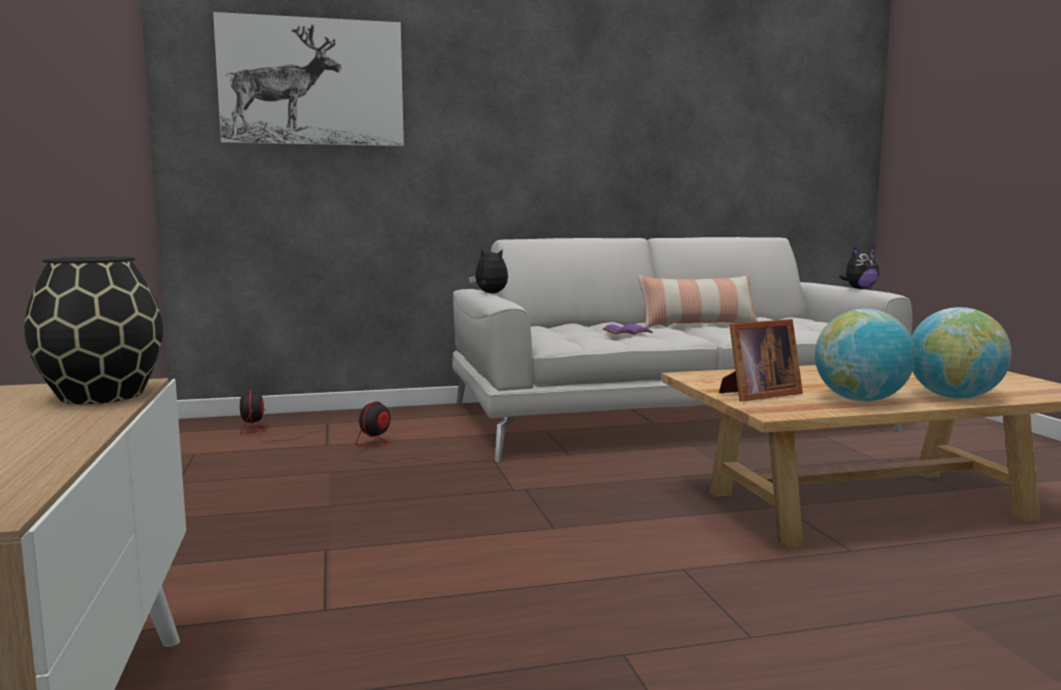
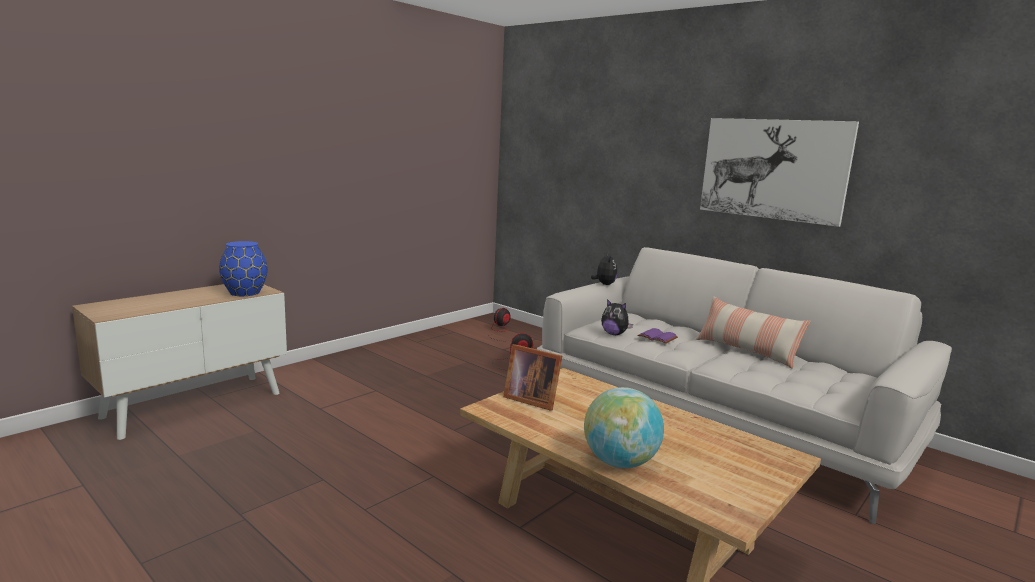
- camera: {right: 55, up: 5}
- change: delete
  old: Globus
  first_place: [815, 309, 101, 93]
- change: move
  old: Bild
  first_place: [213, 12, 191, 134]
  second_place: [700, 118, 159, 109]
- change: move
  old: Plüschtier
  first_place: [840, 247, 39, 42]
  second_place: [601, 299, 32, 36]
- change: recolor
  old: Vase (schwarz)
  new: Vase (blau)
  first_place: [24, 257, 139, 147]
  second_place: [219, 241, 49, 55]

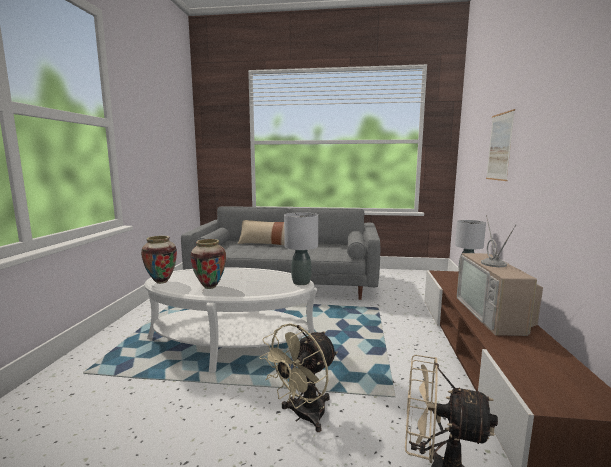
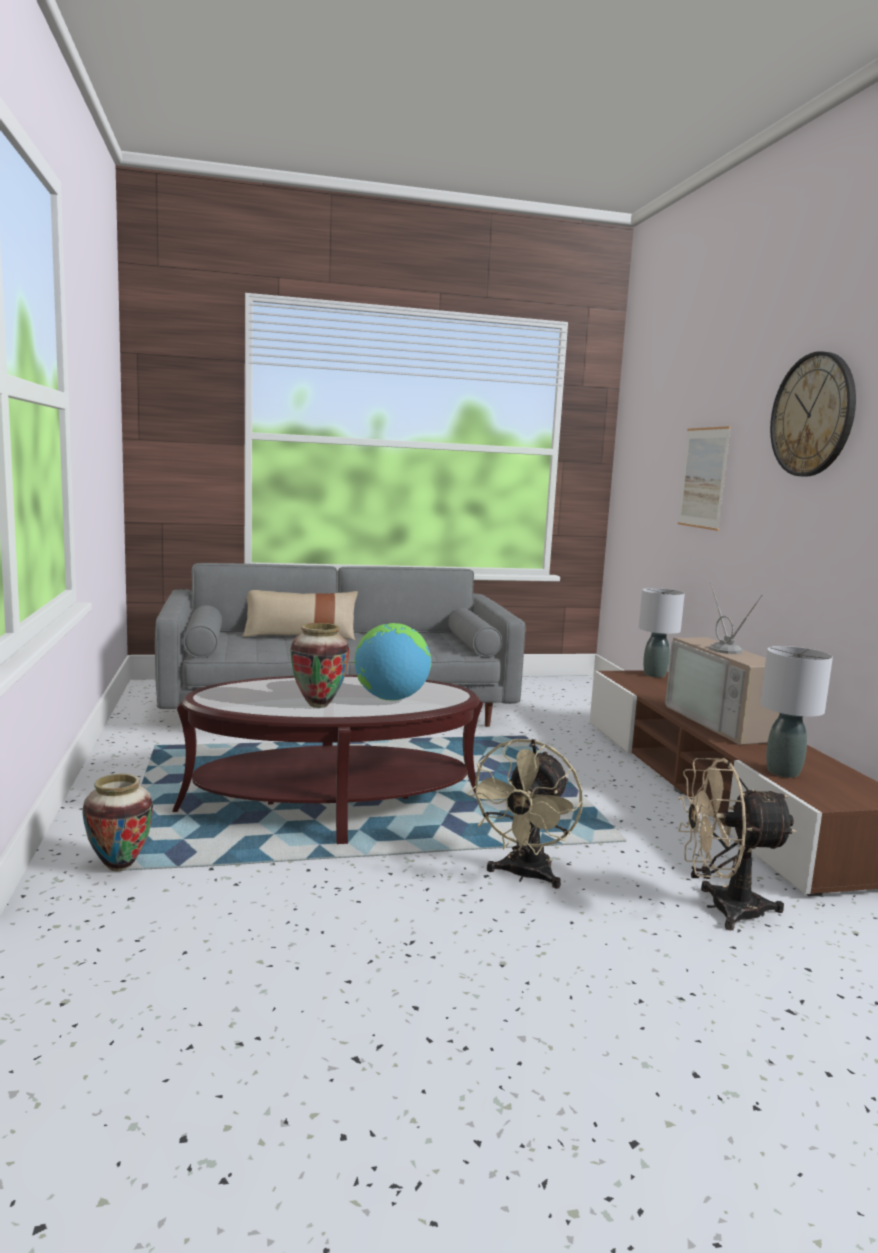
- camera: {right: -20, up: 0}
- change: insert
  new: Globus
  second_place: [354, 623, 77, 78]
- change: insert
  new: Wanduhr
  second_place: [770, 351, 86, 126]
- change: move
  old: Vase
  first_place: [141, 236, 36, 48]
  second_place: [83, 774, 70, 97]
- change: move
  old: Tischlampe (grau)
  first_place: [284, 212, 34, 73]
  second_place: [760, 646, 73, 132]
- change: recolor
  old: Couchtisch (weiß)
  new: Couchtisch (braun)
  first_place: [144, 267, 173, 106]
  second_place: [172, 675, 311, 169]

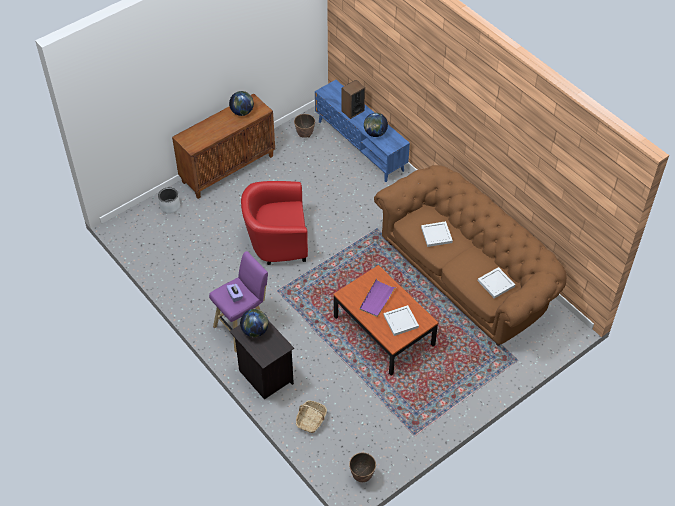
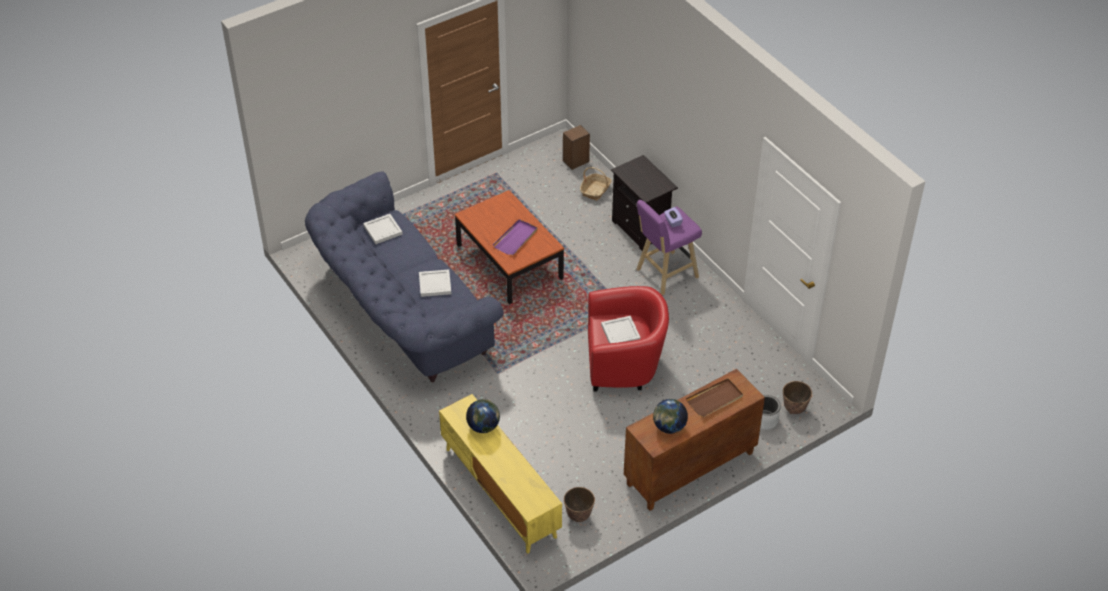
- camera: {right: -175, up: -5}
- change: delete
  old: Globus
  first_place: [240, 309, 29, 29]
- change: insert
  new: Tablett (braun)
  second_place: [686, 378, 57, 39]
- change: move
  old: Lautsprecher
  first_place: [342, 80, 23, 39]
  second_place: [563, 125, 27, 45]
- change: move
  old: Pflanzkübel
  first_place: [349, 453, 27, 29]
  second_place: [783, 381, 29, 33]
- change: move
  old: Tablett (weiß)
  first_place: [383, 305, 36, 31]
  second_place: [601, 316, 40, 27]
- change: recolor
  old: Fernsehschrank (blau)
  new: Fernsehschrank (gelb)
  first_place: [315, 80, 95, 102]
  second_place: [439, 394, 123, 160]
- change: recolor
  old: Sofa (braun)
  new: Sofa (blau)
  first_place: [374, 165, 193, 181]
  second_place: [305, 172, 199, 210]

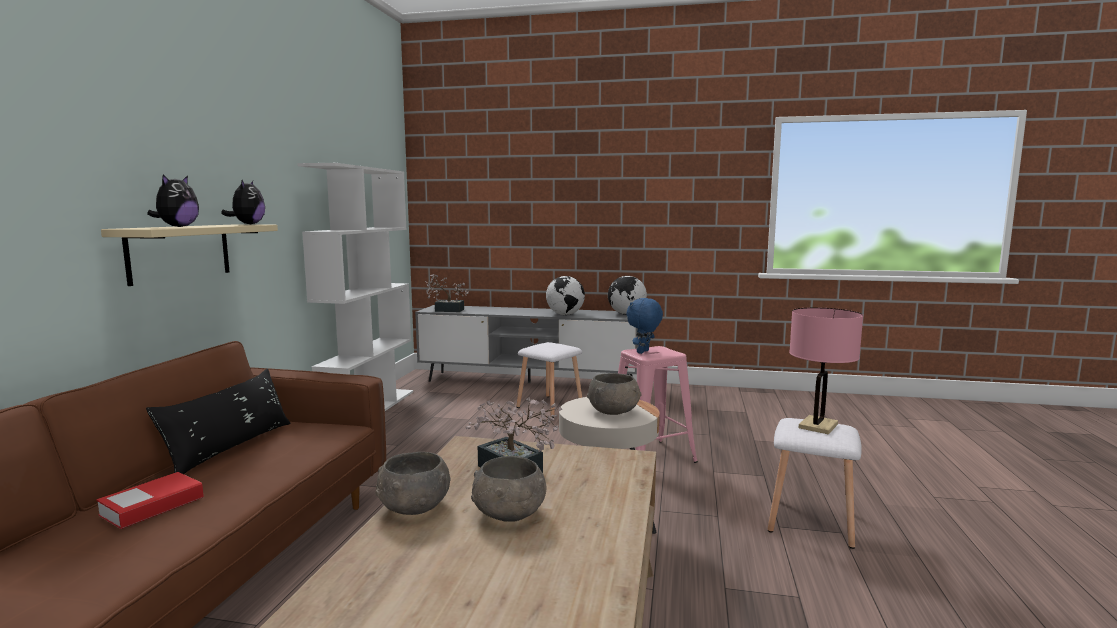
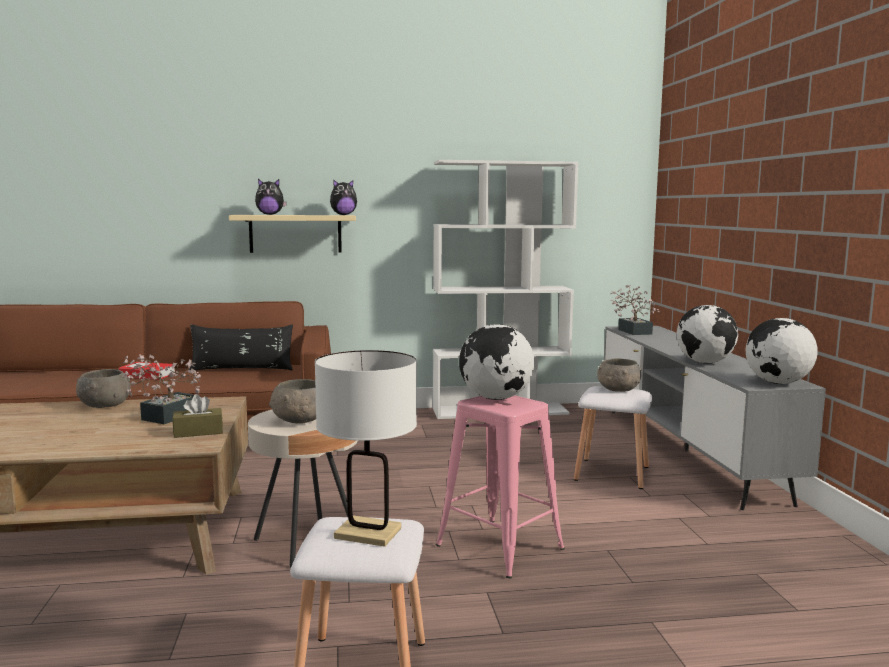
- camera: {right: 70, up: 0}
- change: insert
  new: Taschentuchbox (braun)
  second_place: [172, 394, 51, 44]
- change: move
  old: Schüssel (grau)
  first_place: [471, 456, 75, 66]
  second_place: [597, 359, 45, 33]
- change: replace
  old: Plüschtier (blau)
  new: Globus
  first_place: [627, 298, 36, 56]
  second_place: [459, 324, 75, 76]
- change: recolor
  old: Tischlampe (rosa)
  new: Tischlampe (weiß)
  first_place: [789, 307, 74, 128]
  second_place: [315, 350, 102, 197]

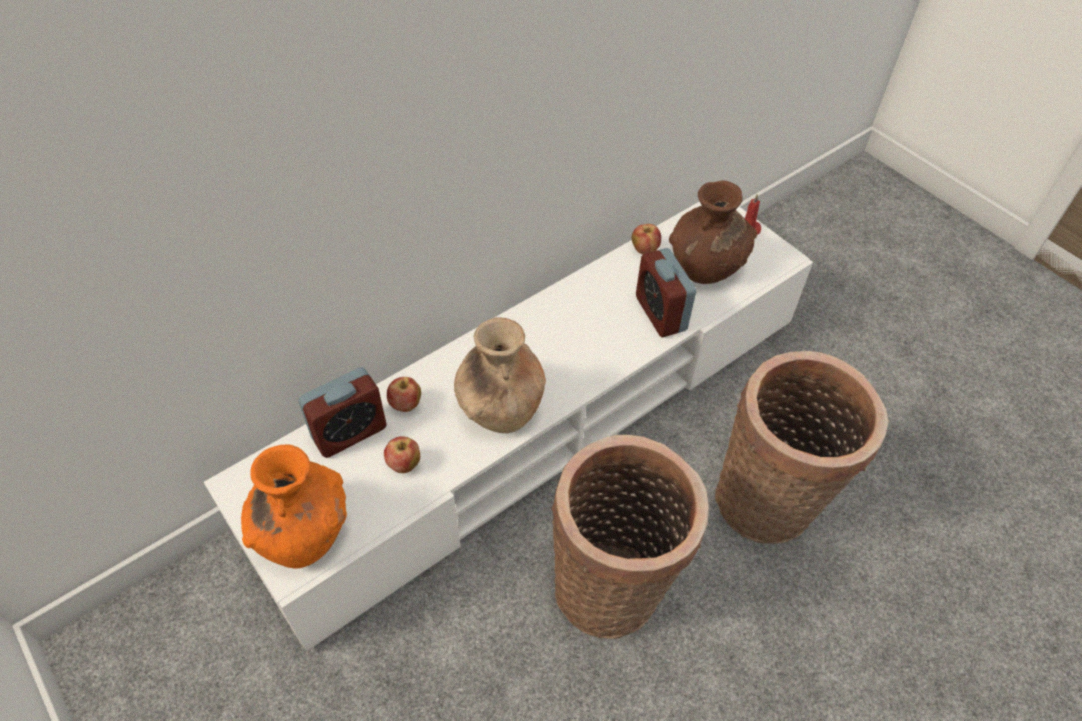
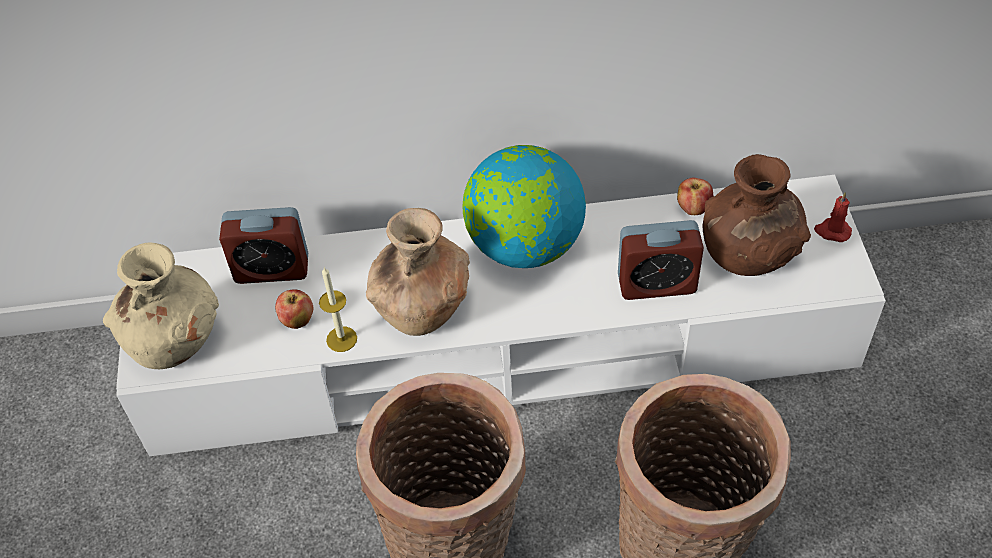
- camera: {right: 35, up: 0}
- change: delete
  old: Apfel
  first_place: [387, 377, 34, 35]
- change: insert
  new: Kerze
  second_place: [319, 267, 38, 85]
- change: insert
  new: Globus
  second_place: [463, 145, 123, 123]
- change: recolor
  old: Vase (orange)
  new: Vase (beige)
  first_place: [241, 444, 106, 125]
  second_place: [103, 243, 116, 126]
- change: rotate
  old: Wecker
  first_place: [636, 248, 60, 89]
  second_place: [618, 220, 86, 80]
  degrees: -105

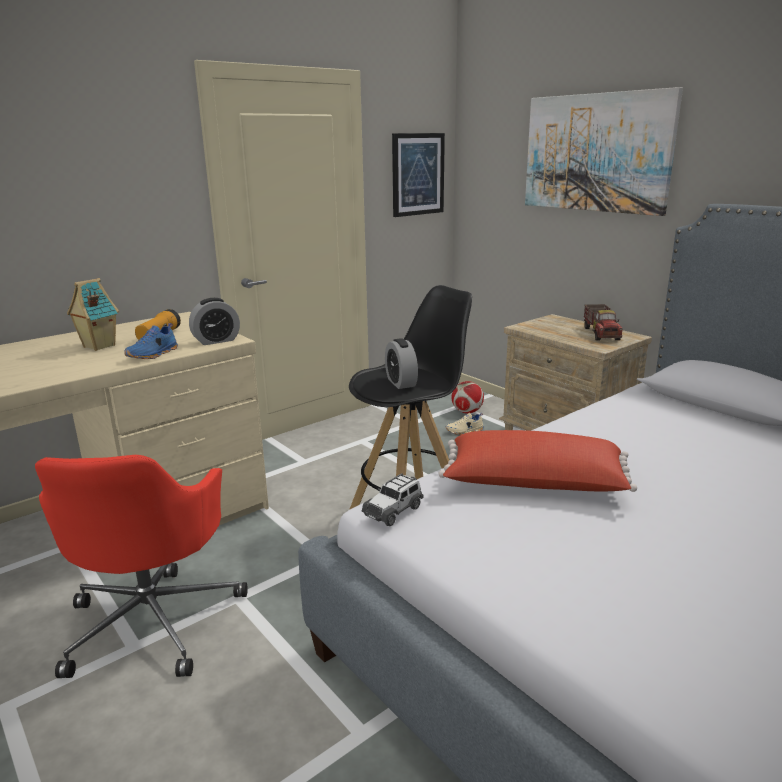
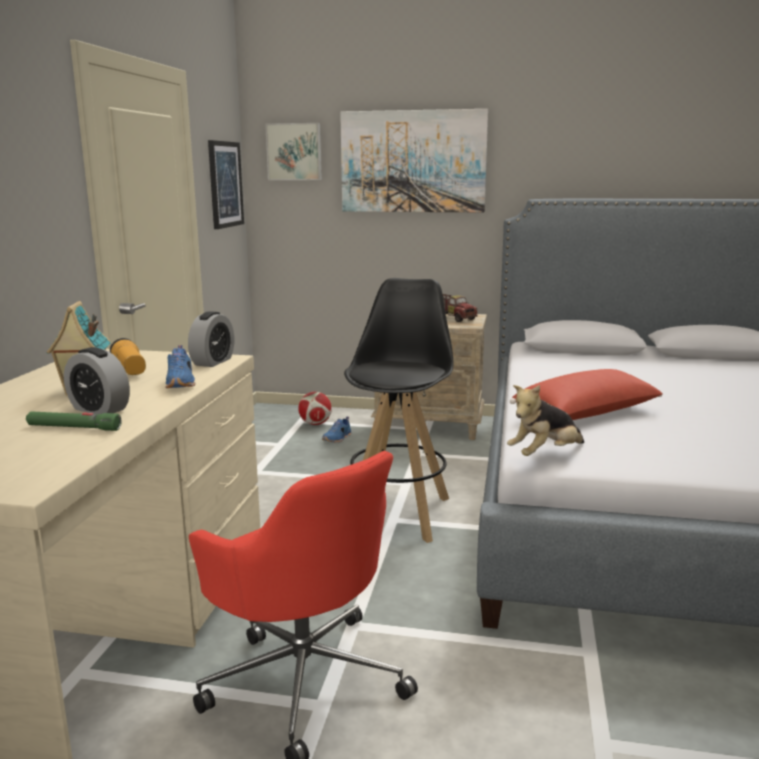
- camera: {right: -40, up: -5}
- change: insert
  new: Taschenlampe (grün)
  second_place: [26, 411, 96, 20]
- change: insert
  new: Bild
  second_place: [265, 123, 57, 57]
- change: move
  old: Wecker
  first_place: [385, 338, 33, 51]
  second_place: [64, 347, 66, 67]
- change: replace
  old: Spielzeugauto
  new: Plüschtier
  first_place: [362, 473, 62, 53]
  second_place: [507, 385, 77, 71]
- change: recolor
  old: Schuh (beige)
  new: Schuh (blau)
  first_place: [445, 413, 39, 22]
  second_place: [322, 416, 29, 27]

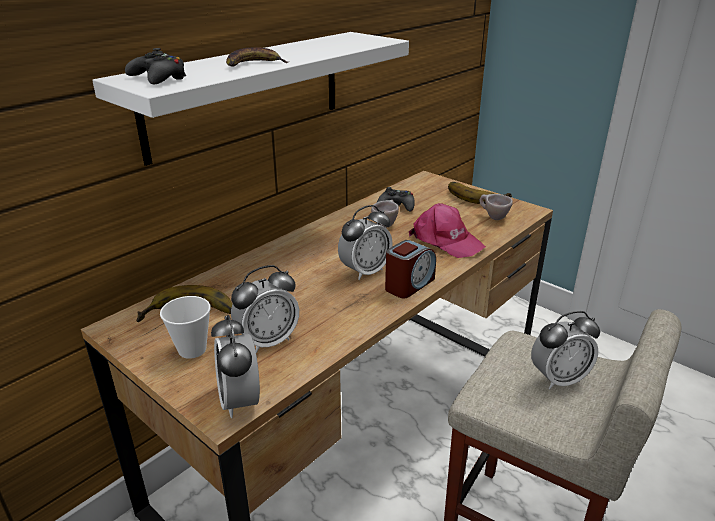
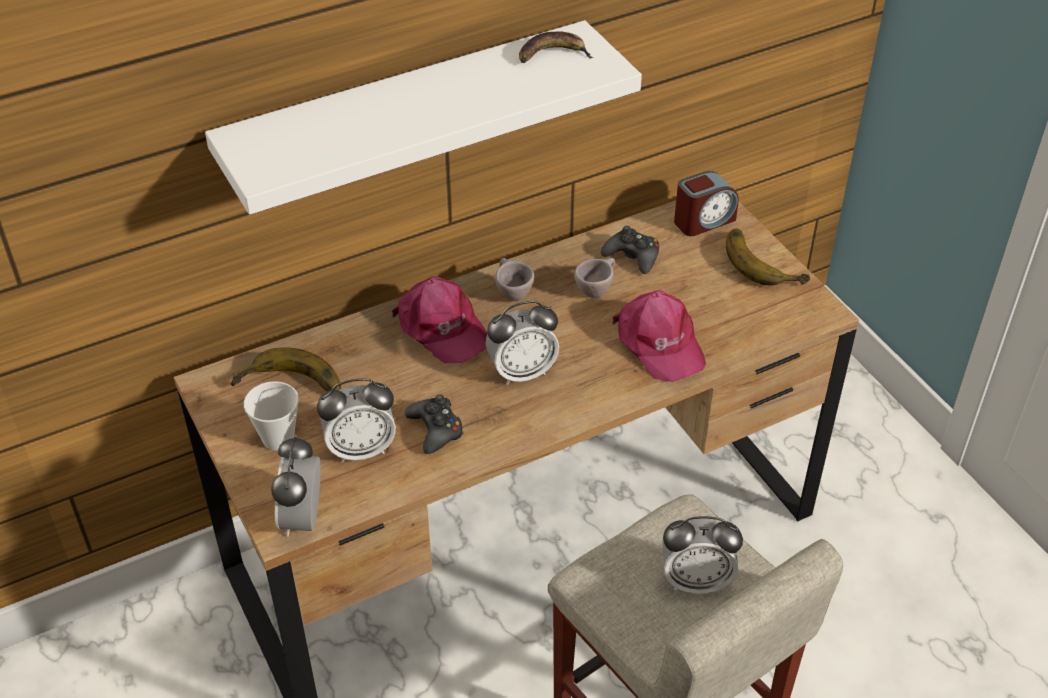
- camera: {right: 20, up: 15}
- change: insert
  new: Kappe (rosa)
  second_place: [392, 276, 96, 87]
- change: move
  old: Gamepad (schwarz)
  first_place: [125, 48, 61, 36]
  second_place: [405, 394, 59, 60]
- change: move
  old: Banane
  first_place: [226, 47, 64, 19]
  second_place: [519, 31, 75, 32]
- change: move
  old: Wecker
  first_place: [385, 240, 51, 58]
  second_place: [674, 171, 65, 65]
- change: move
  old: Tasse (beige)
  first_place: [479, 194, 34, 26]
  second_place: [495, 258, 39, 43]

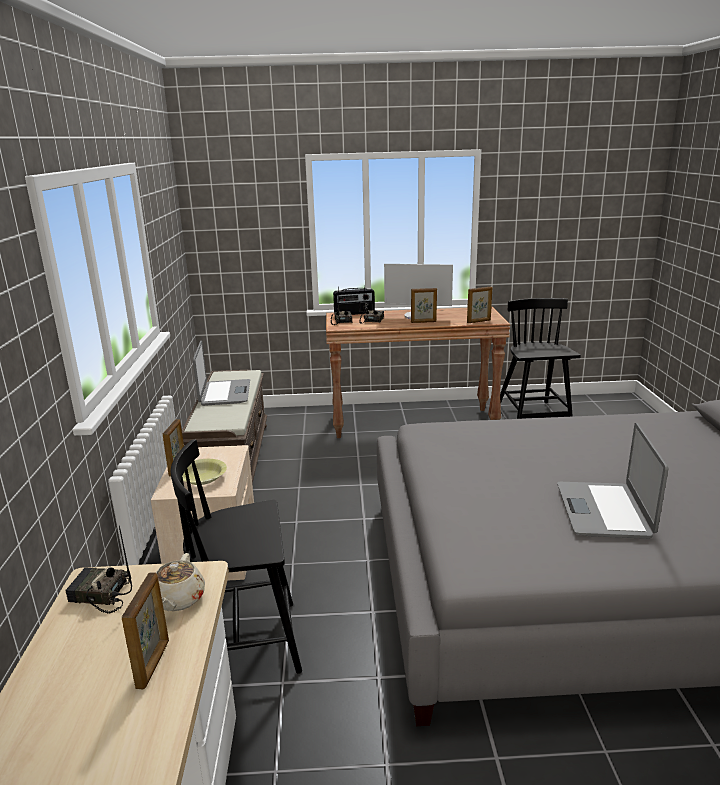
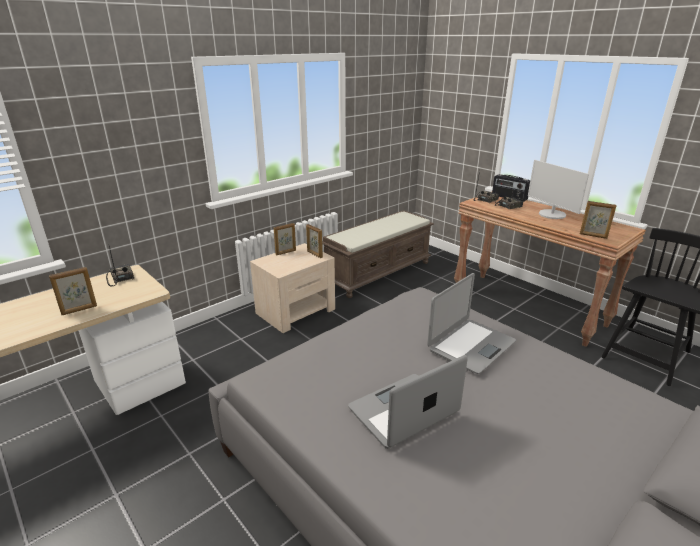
- camera: {right: 50, up: 5}
- change: delete
  old: Teekanne (beige)
  first_place: [156, 553, 49, 58]
- change: delete
  old: Stuhl (schwarz)
  first_place: [171, 439, 131, 235]
- change: delete
  old: Schüssel (gelb)
  first_place: [182, 459, 45, 26]
- change: move
  old: Laptop
  first_place: [193, 341, 57, 65]
  second_place: [427, 273, 89, 101]
- change: move
  old: Bilderrahmen
  first_place: [411, 288, 26, 35]
  second_place: [306, 224, 17, 34]

